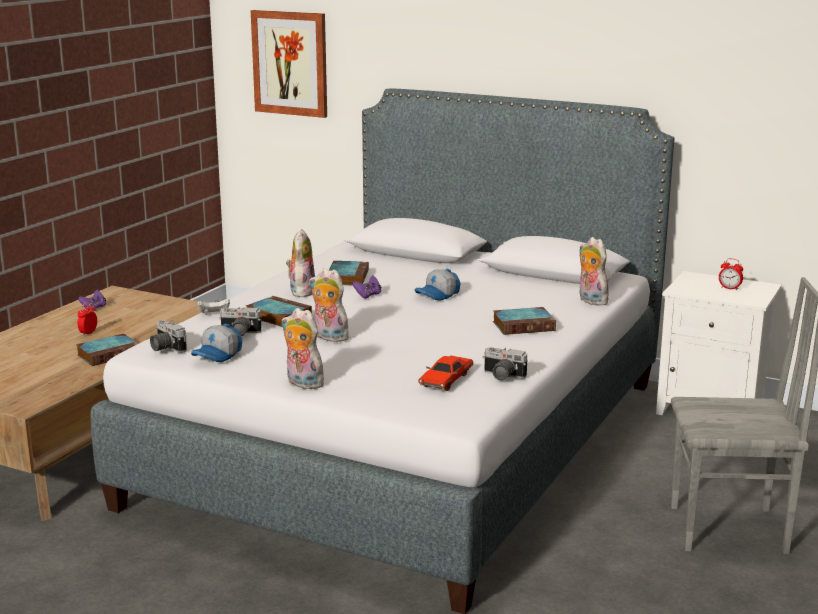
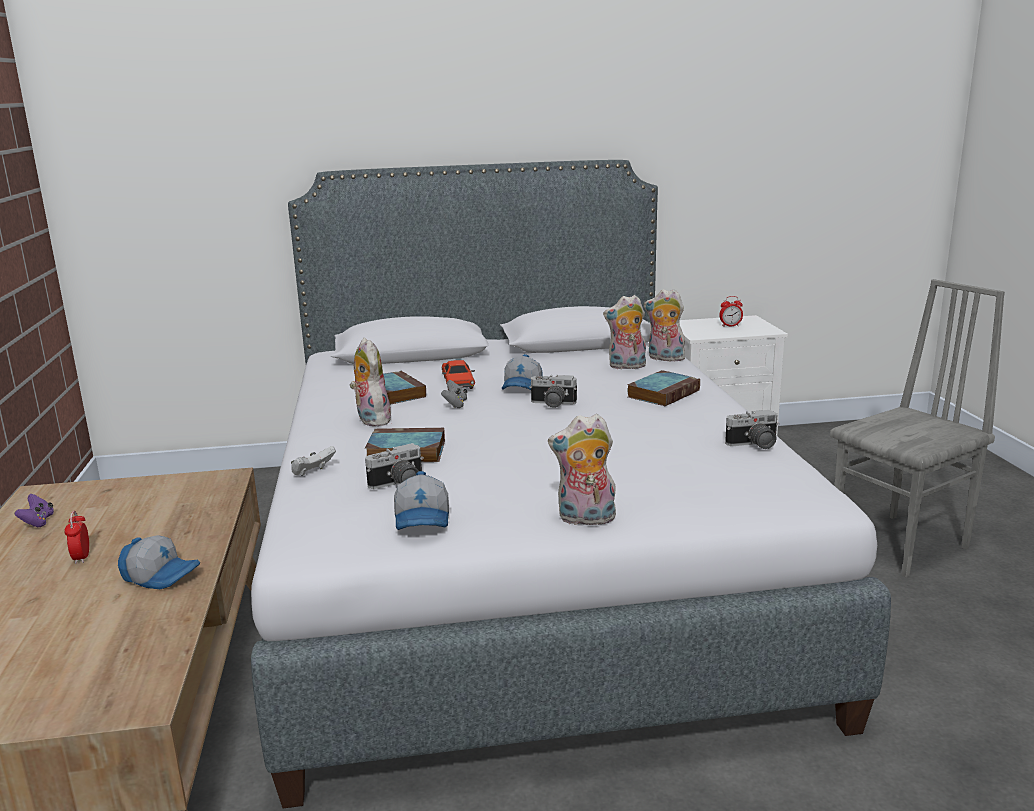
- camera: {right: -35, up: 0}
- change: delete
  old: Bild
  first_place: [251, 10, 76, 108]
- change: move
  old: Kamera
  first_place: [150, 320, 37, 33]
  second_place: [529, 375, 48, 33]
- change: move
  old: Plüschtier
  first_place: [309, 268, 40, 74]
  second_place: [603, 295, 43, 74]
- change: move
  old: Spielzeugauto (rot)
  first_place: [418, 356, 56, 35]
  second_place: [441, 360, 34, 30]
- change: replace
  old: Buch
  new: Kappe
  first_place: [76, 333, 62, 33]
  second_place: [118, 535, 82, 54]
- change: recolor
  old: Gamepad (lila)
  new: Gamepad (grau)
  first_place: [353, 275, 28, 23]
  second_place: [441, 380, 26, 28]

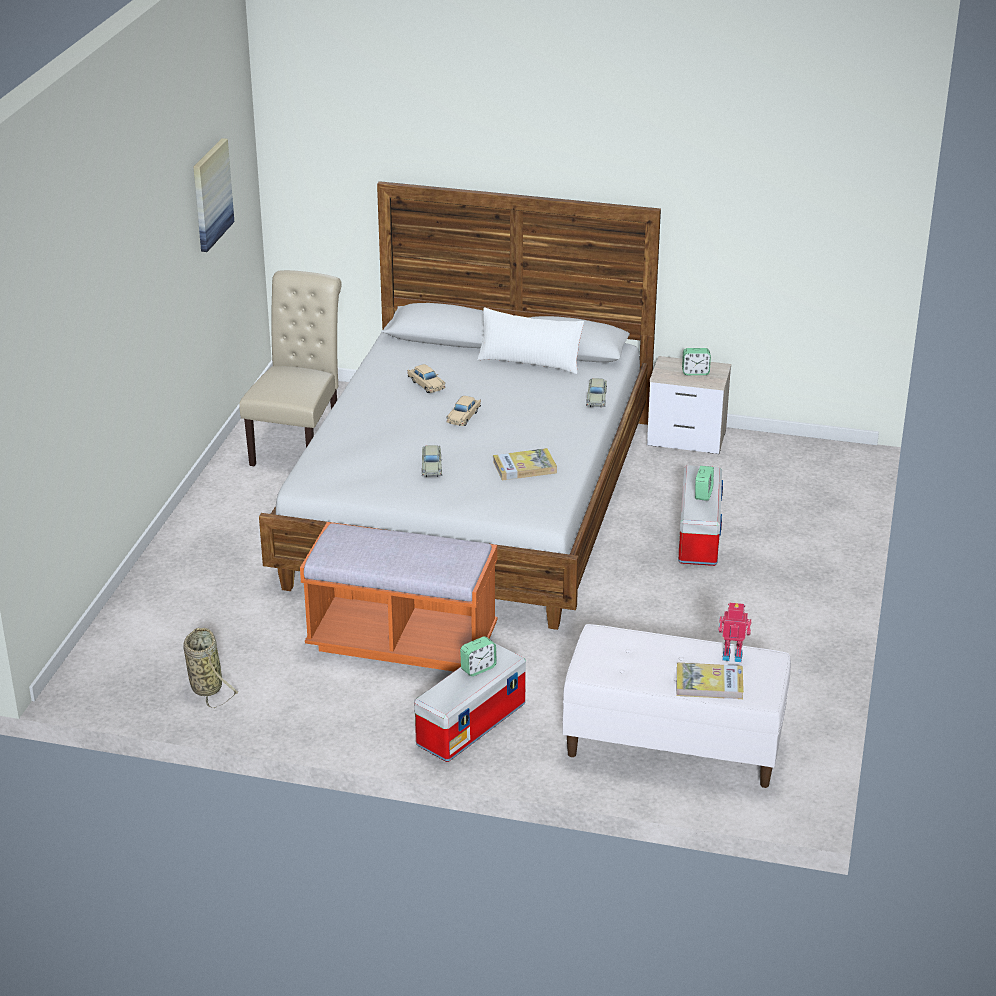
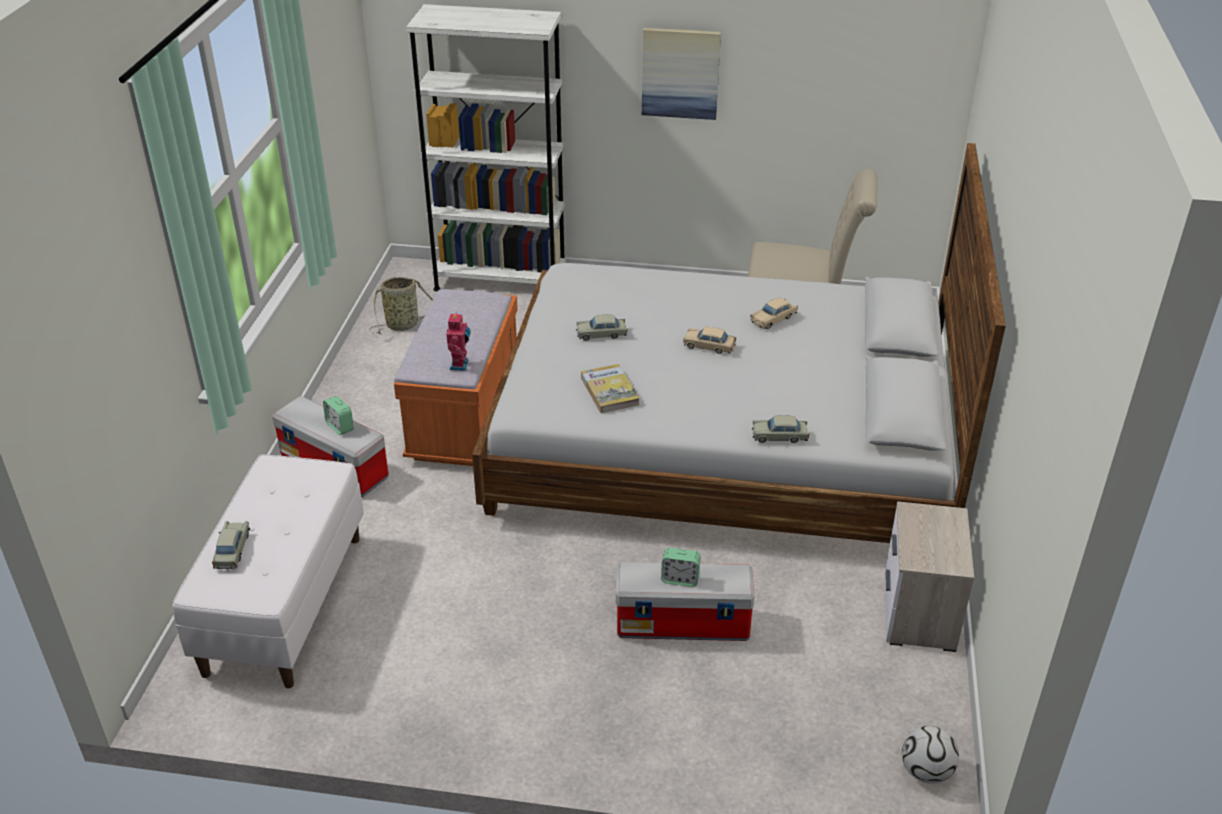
- camera: {right: 85, up: 5}
- change: delete
  old: Kissen (weiß)
  first_place: [477, 307, 107, 67]
- change: delete
  old: Wecker
  first_place: [682, 348, 29, 27]
- change: insert
  new: Bücherregal (weiß)
  second_place: [406, 4, 160, 287]
- change: insert
  new: Fußball
  second_place: [902, 726, 57, 58]
- change: move
  old: Bild
  first_place: [193, 138, 41, 114]
  second_place: [642, 28, 79, 92]
- change: move
  old: Spielzeugroboter
  first_place: [719, 603, 32, 59]
  second_place: [446, 312, 25, 59]
- change: replace
  old: Buch
  new: Spielzeugauto (beige)
  first_place: [677, 663, 67, 36]
  second_place: [212, 521, 38, 48]

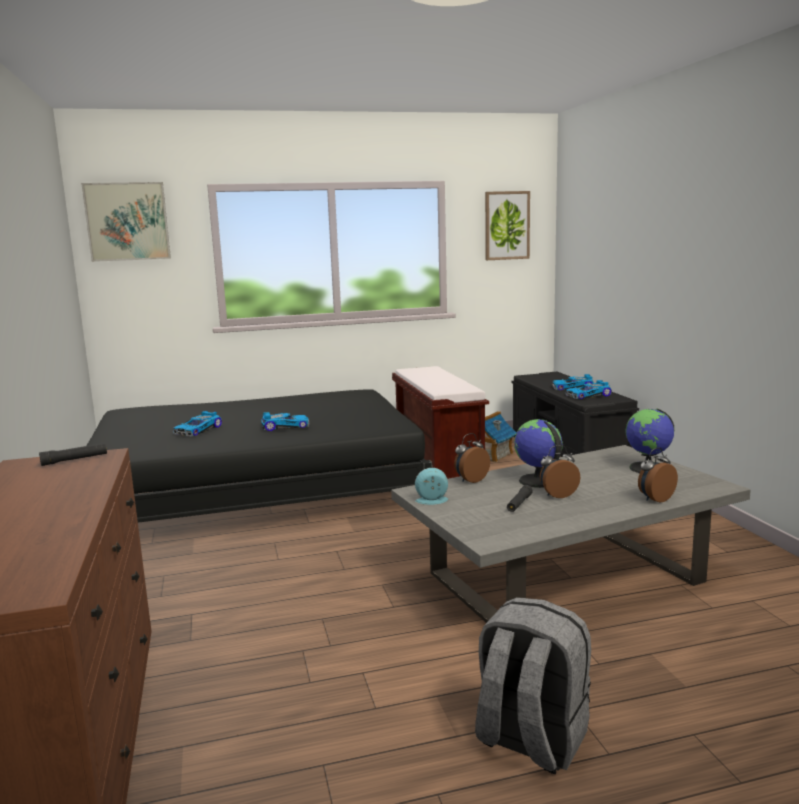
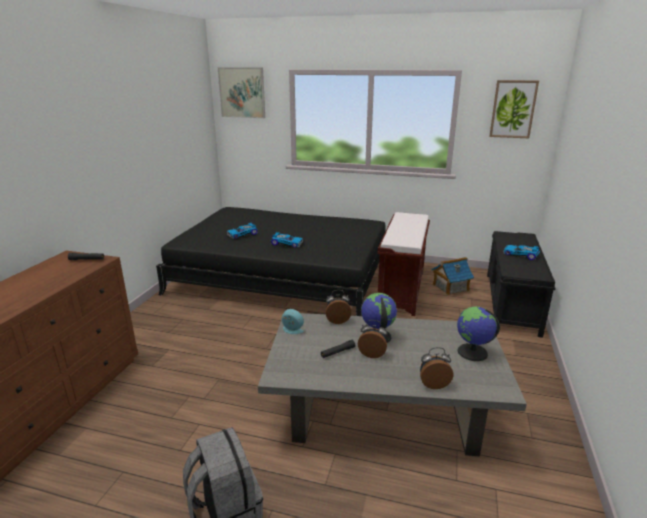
- camera: {right: 30, up: 10}
- change: delete
  old: Spielzeugauto
  first_place: [566, 380, 46, 19]

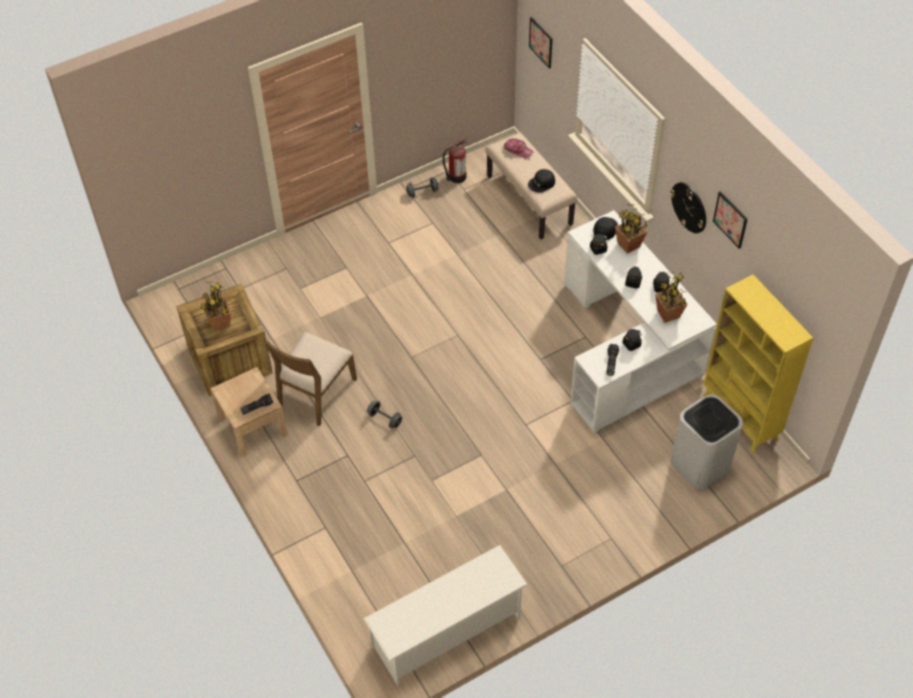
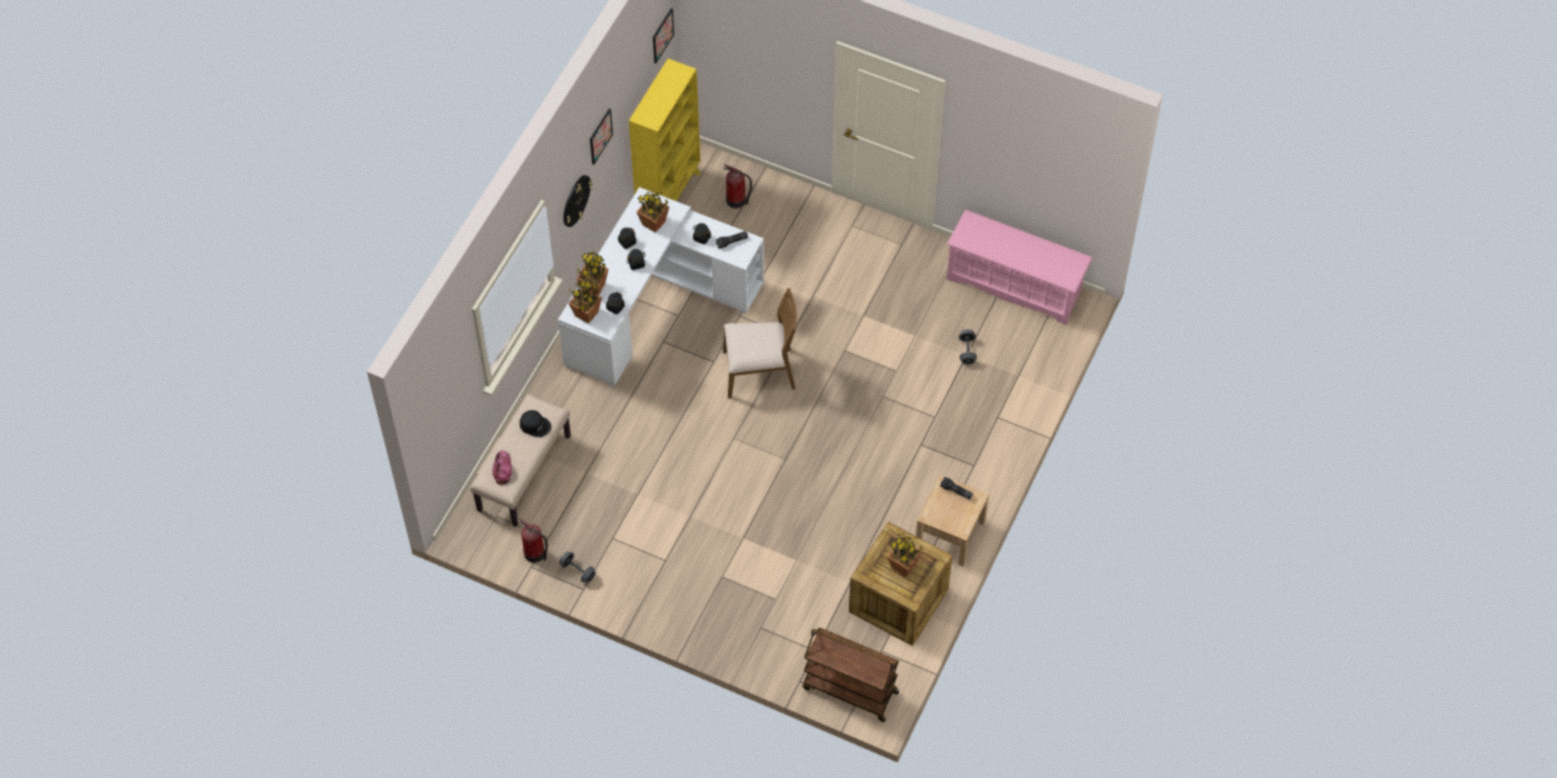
- camera: {right: -125, up: 5}
- change: insert
  new: Rollwagen (braun)
  second_place: [802, 628, 97, 94]
- change: move
  old: Stuhl (braun)
  first_place: [265, 332, 92, 94]
  second_place: [723, 288, 74, 110]
- change: move
  old: Hantel (grau)
  first_place: [367, 401, 35, 27]
  second_place: [959, 329, 18, 36]
- change: move
  old: Bild
  first_place: [529, 17, 23, 52]
  second_place: [653, 8, 21, 55]
- change: replace
  old: Kappe (schwarz)
  new: Topfpflanze
  first_place: [593, 217, 25, 23]
  second_place: [568, 274, 34, 50]
- change: replace
  old: Mülleimer (weiß)
  new: Feuerlöscher
  first_place: [671, 394, 72, 95]
  second_place: [724, 164, 28, 44]
- change: recolor
  old: Schuhregal (weiß)
  new: Schuhregal (rosa)
  first_place: [363, 545, 165, 141]
  second_place: [947, 210, 146, 115]

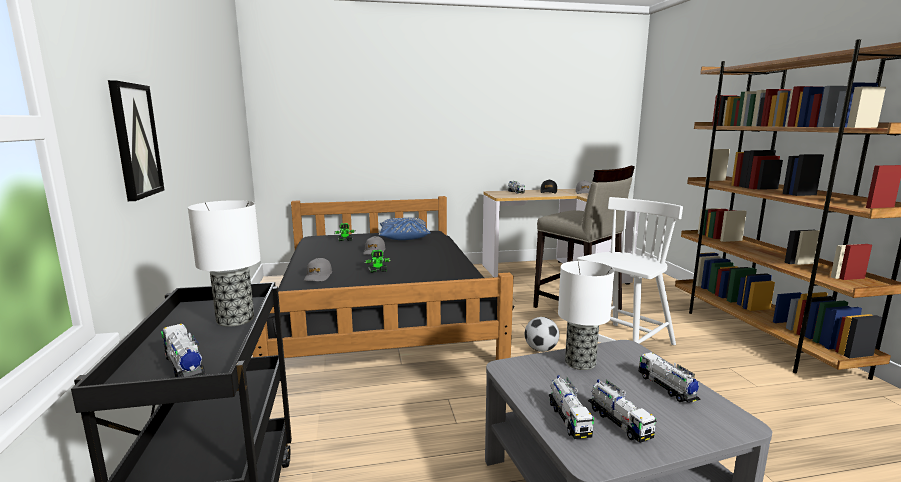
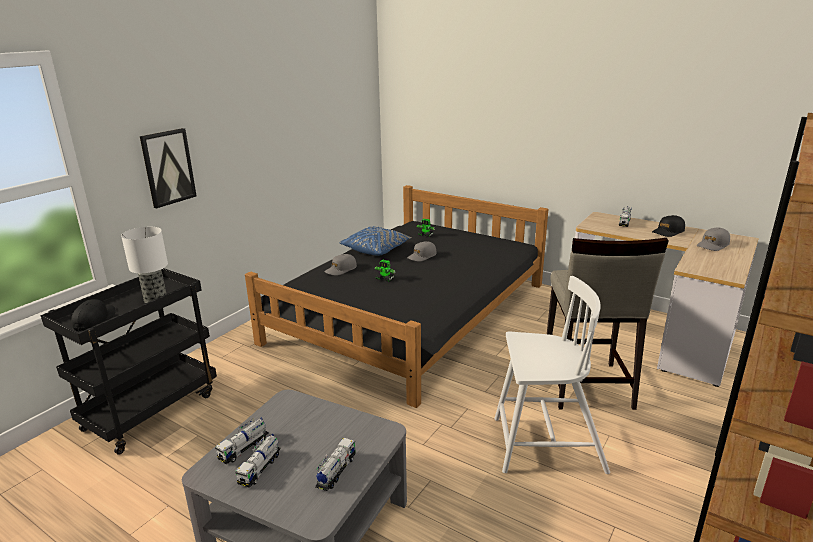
- camera: {right: 45, up: 10}
- change: delete
  old: Fußball
  first_place: [525, 317, 34, 35]
- change: delete
  old: Tischlampe
  first_place: [558, 261, 56, 109]
- change: move
  old: Kissen (blau)
  first_place: [379, 218, 52, 22]
  second_place: [339, 226, 73, 30]
- change: replace
  old: Spielzeuglaster
  new: Kappe (schwarz)
  first_place: [161, 324, 44, 53]
  second_place: [71, 299, 45, 33]

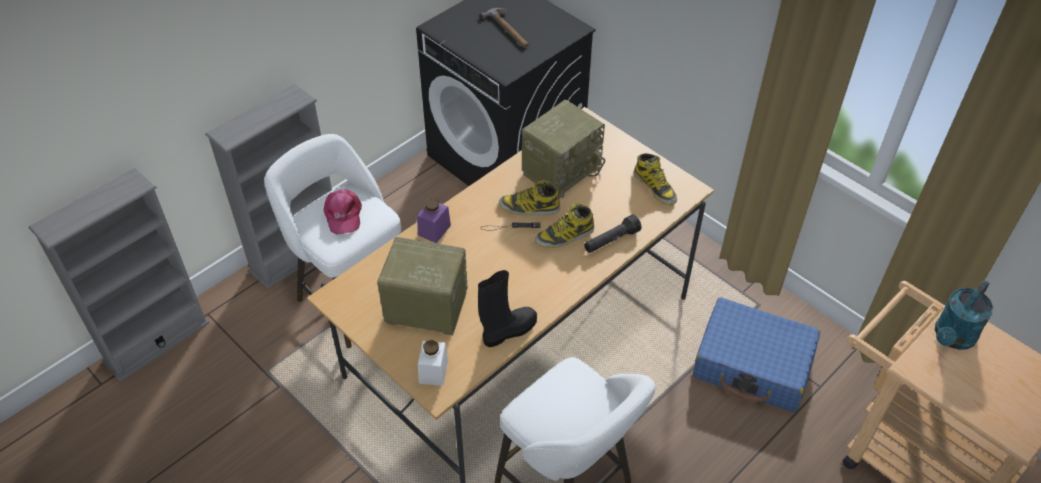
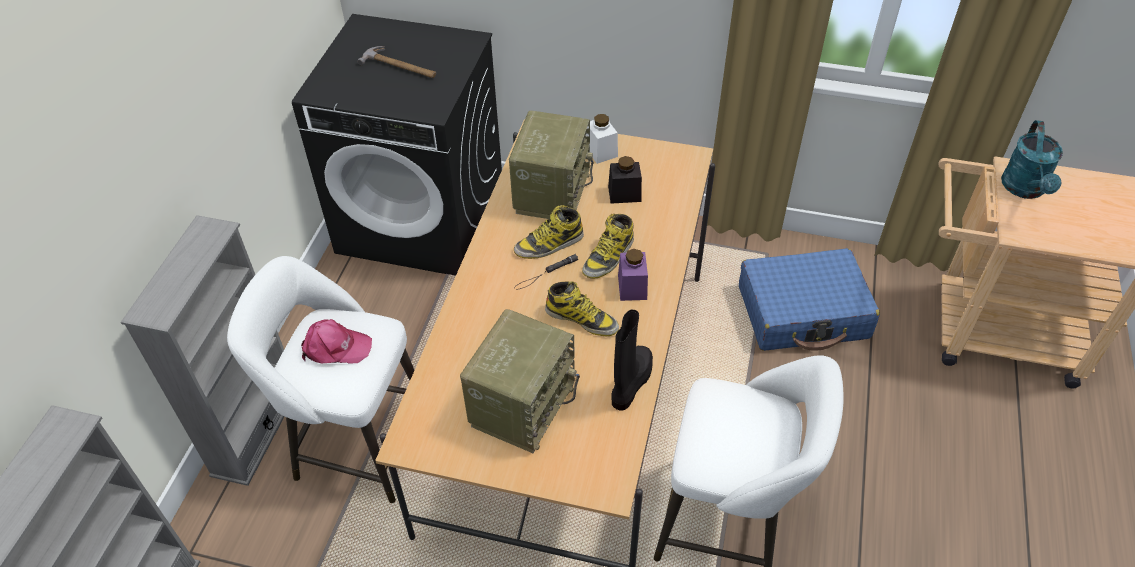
- camera: {right: -30, up: 0}
- change: delete
  old: Taschenlampe (schwarz)
  first_place: [584, 214, 57, 39]
- change: insert
  new: Vorratsglas (schwarz)
  second_place: [608, 156, 34, 48]
- change: move
  old: Vorratsglas (lila)
  first_place: [417, 199, 34, 44]
  second_place: [618, 249, 30, 52]
- change: move
  old: Vorratsglas (weiß)
  first_place: [418, 340, 30, 46]
  second_place: [586, 114, 32, 50]
- change: move
  old: Stiefel
  first_place: [634, 153, 43, 52]
  second_place: [545, 281, 74, 55]
- change: rotate
  old: Kappe (rosa)
  first_place: [324, 189, 38, 45]
  second_place: [301, 319, 71, 45]
  degrees: -45
- change: rotate
  old: Radio
  first_place: [377, 237, 91, 98]
  second_place: [460, 309, 120, 144]
  degrees: 135

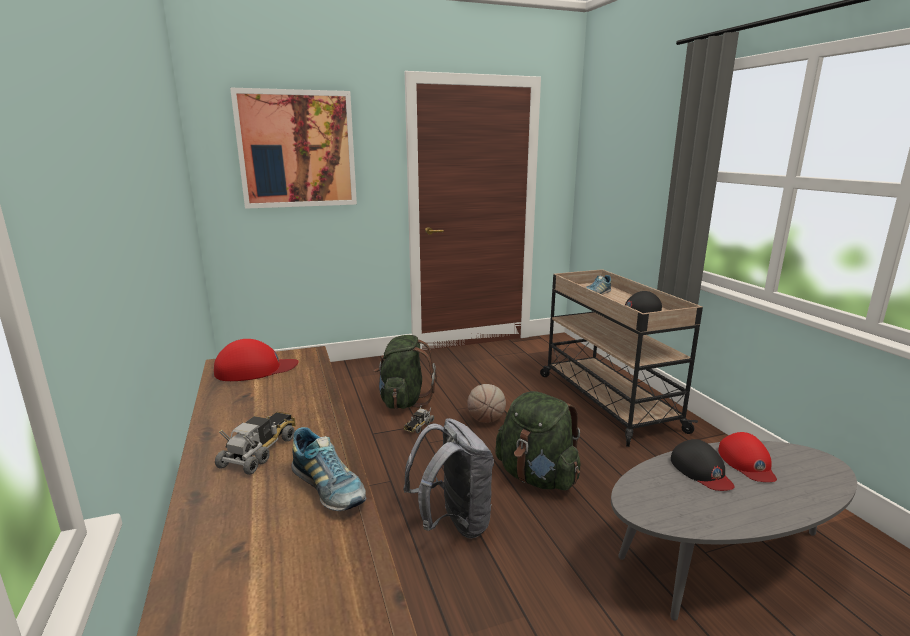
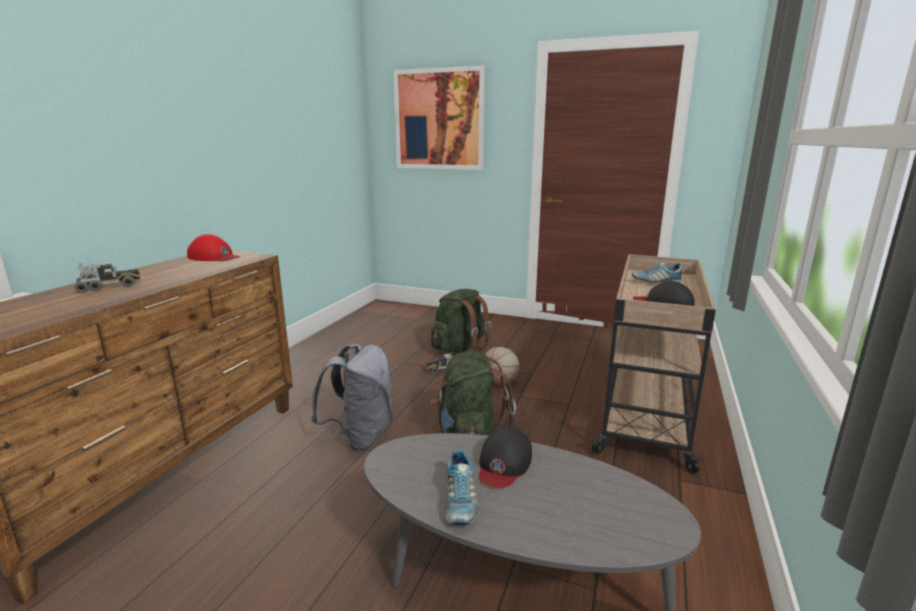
- camera: {right: 40, up: 0}
- change: delete
  old: Kappe (rot)
  first_place: [718, 432, 59, 50]
- change: move
  old: Schuh
  first_place: [291, 427, 75, 84]
  second_place: [445, 450, 33, 75]

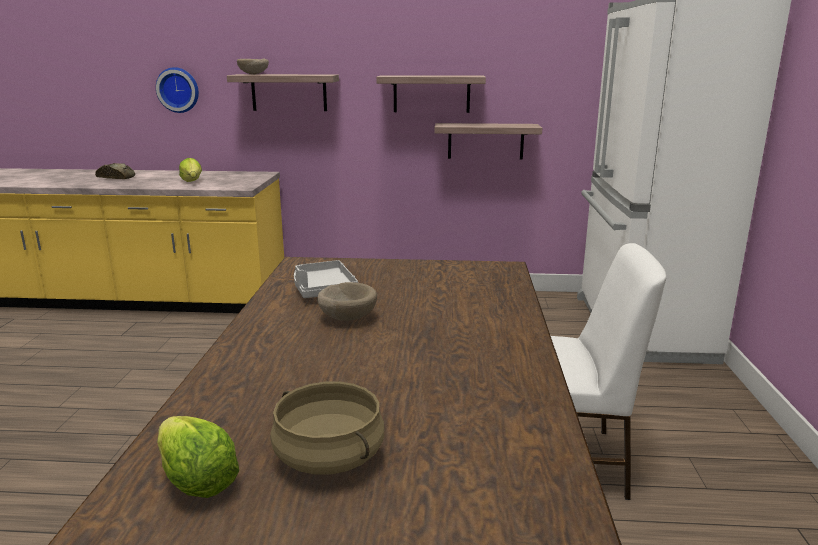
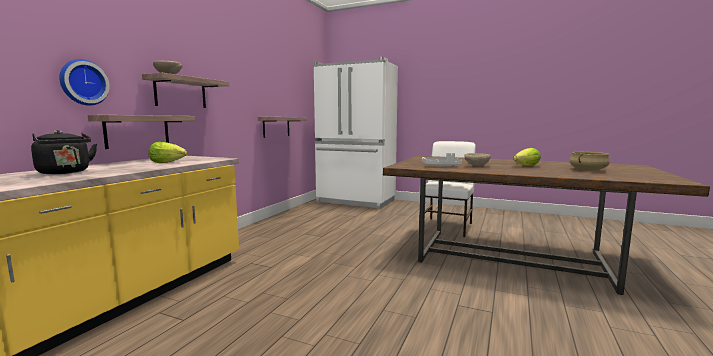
- camera: {right: -70, up: -10}
- change: move
  old: Salatkopf
  first_place: [157, 416, 82, 82]
  second_place: [513, 148, 28, 18]
- change: move
  old: Wandregal
  first_place: [376, 75, 110, 38]
  second_place: [88, 115, 107, 34]
- change: replace
  old: Brot
  new: Wasserkessel (schwarz)
  first_place: [95, 163, 40, 16]
  second_place: [31, 130, 66, 44]

